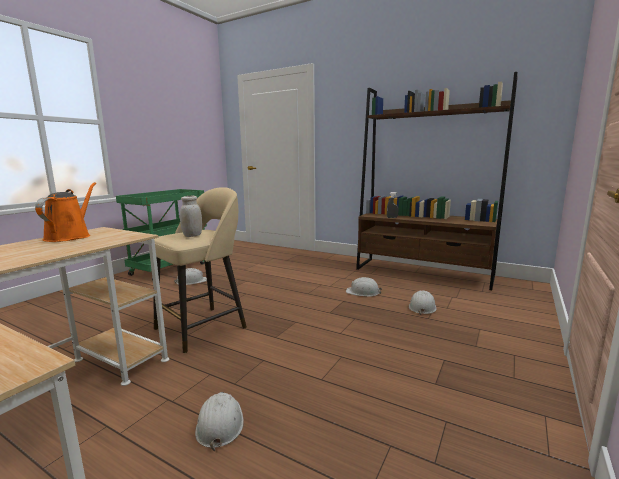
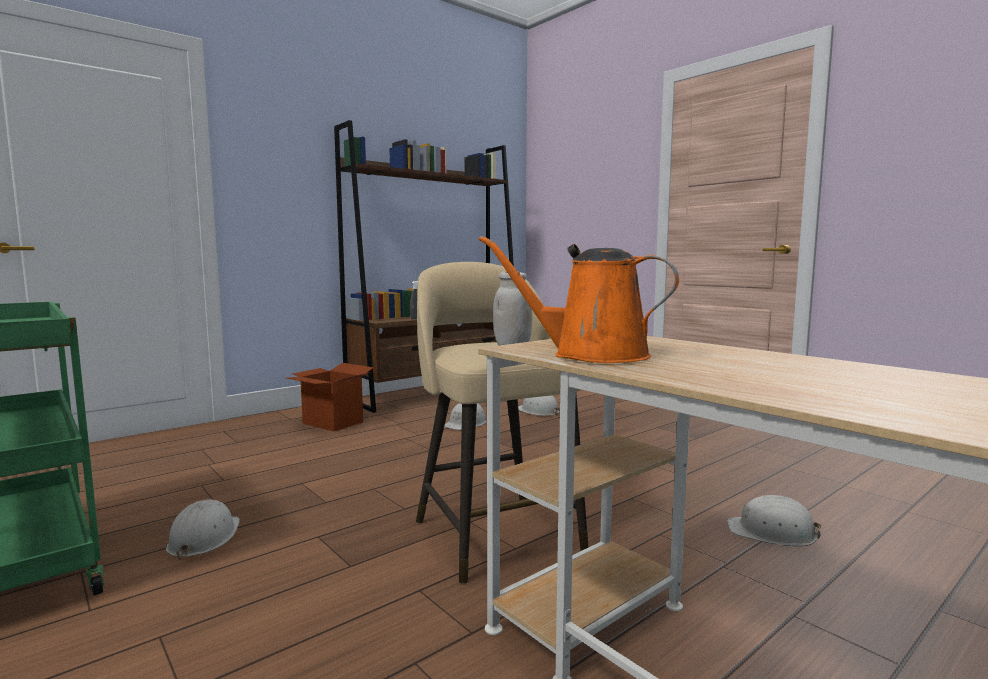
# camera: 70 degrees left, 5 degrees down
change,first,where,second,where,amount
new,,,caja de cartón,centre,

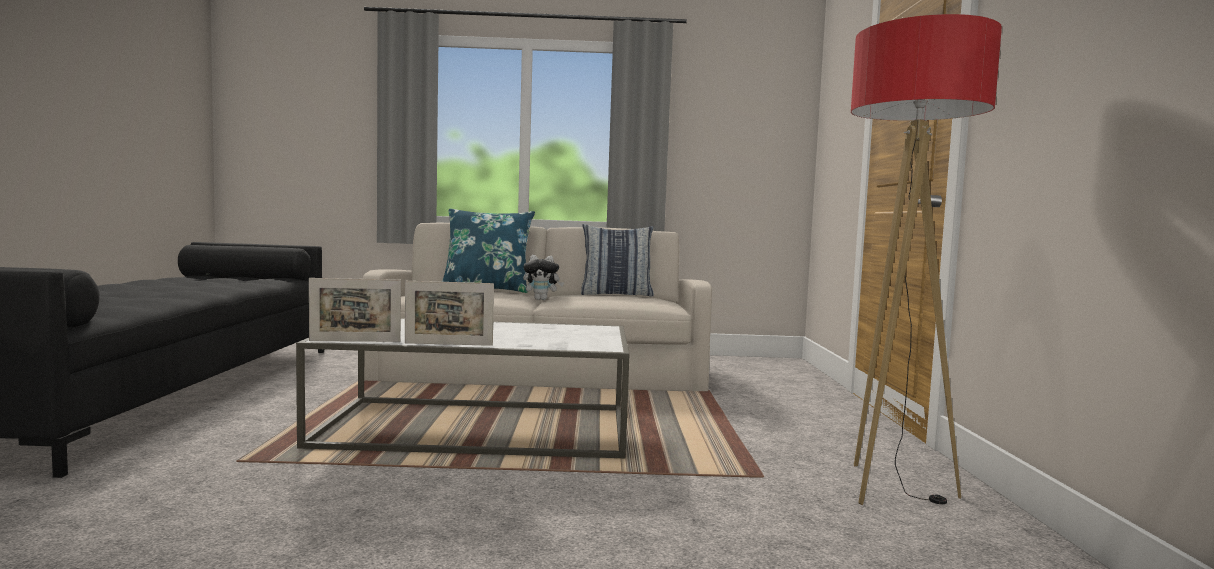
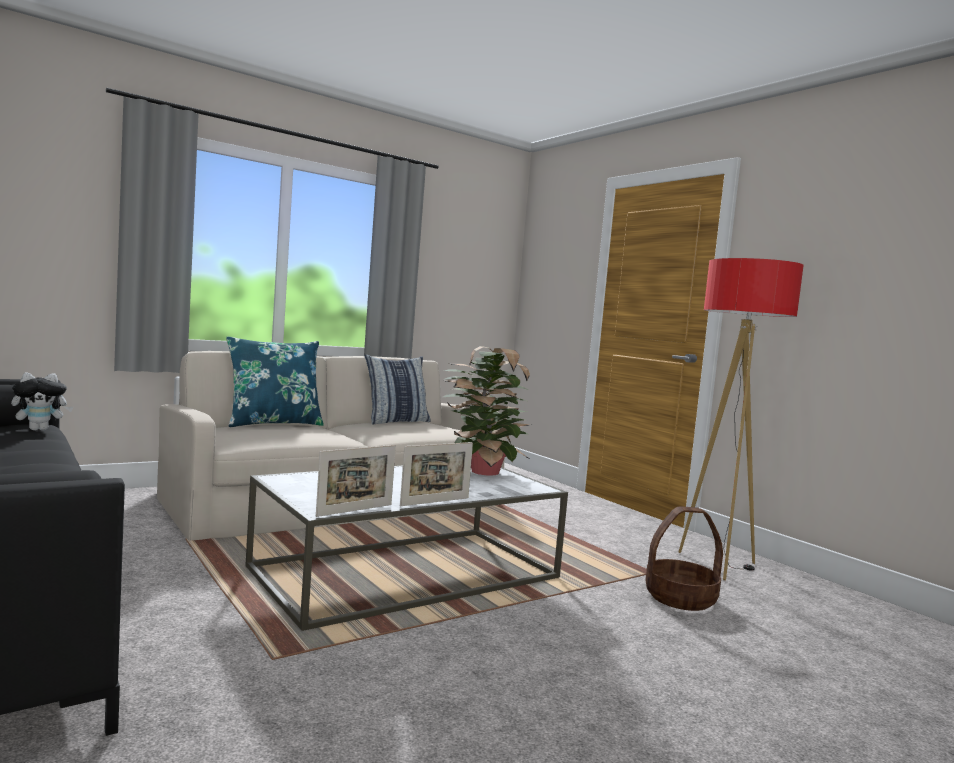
# camera: 35 degrees left, 0 degrees up
change,first,where,second,where,amount
new,,,planta en maceta,centre,
new,,,cesta,bottom right,
shifted,peluche,centre,,middle left,

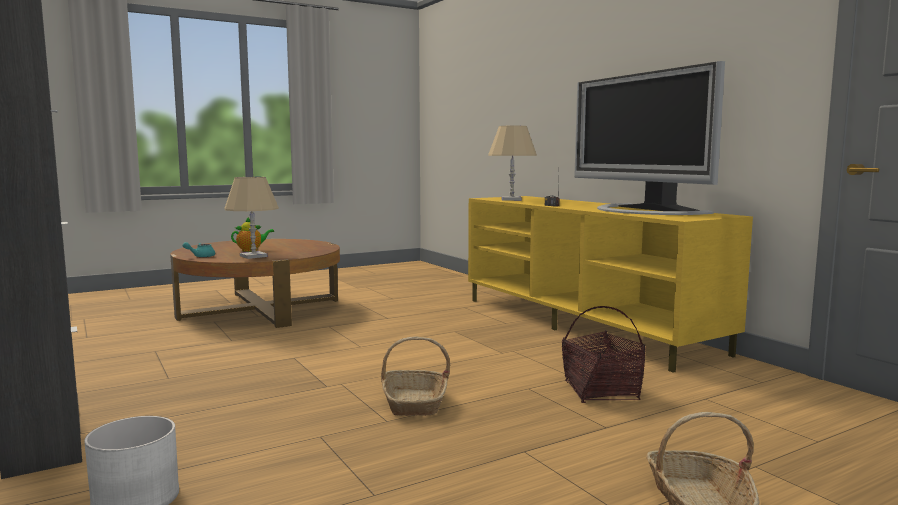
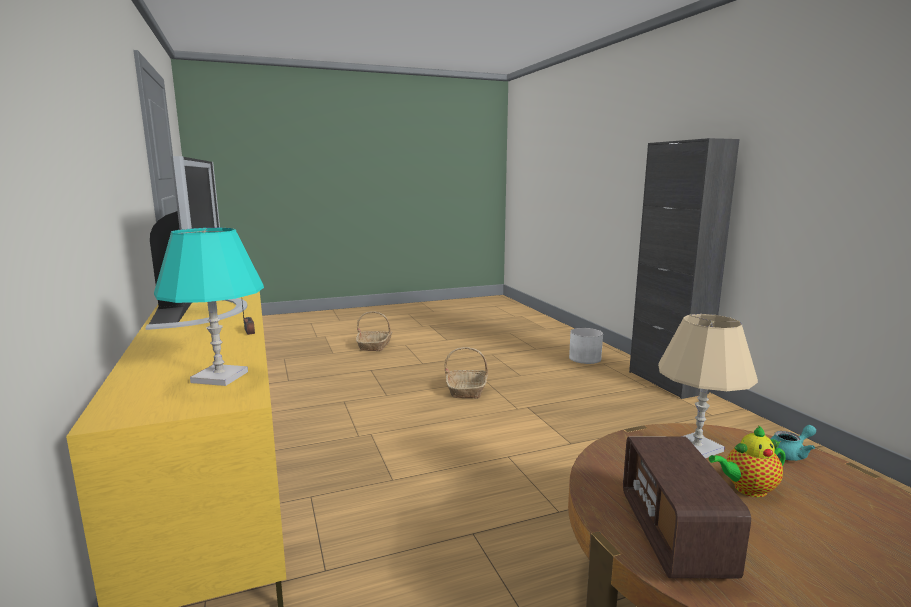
# camera: 170 degrees left, 5 degrees up
change,first,where,second,where,amount
gone,cesta (no. 2 from left),bottom right,,,
new,,,radio (no. 2 from left),bottom right,
repainted,lámpara de mesa/beis (no. 2 from left),top centre,lámpara de mesa/turquesa,middle left,

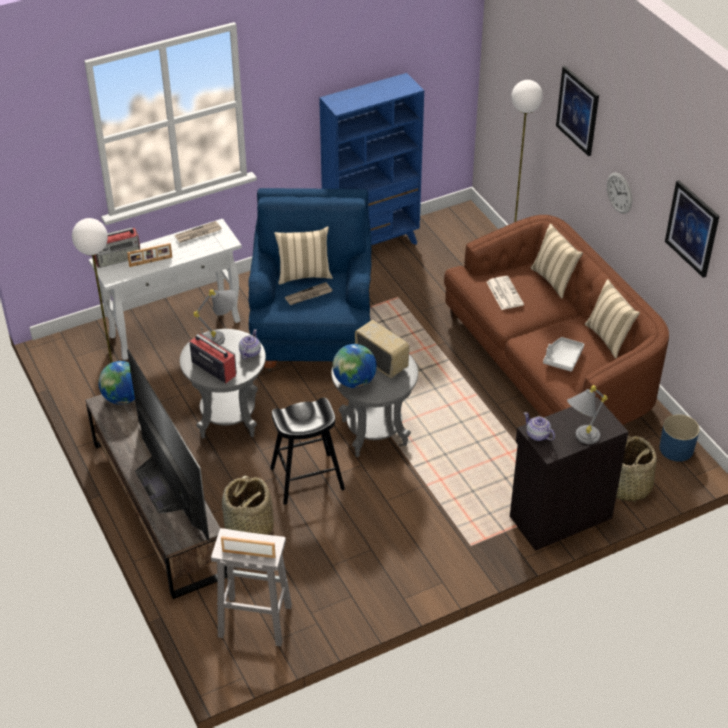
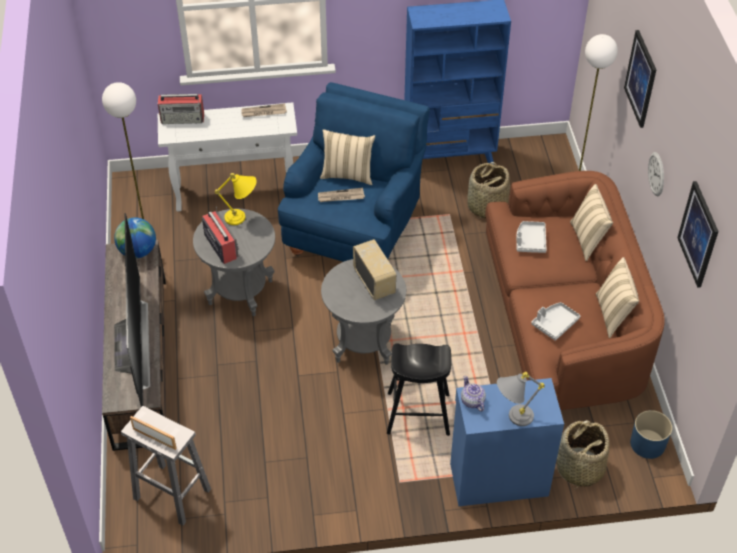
# camera: 20 degrees right, 5 degrees up
change,first,where,second,where,amount
gone,portarretratos (no. 1 from left),middle left,,,
gone,tetera (no. 1 from left),centre,,,
gone,globo terráqueo (no. 2 from left),centre,,,
shifted,cesta (no. 1 from left),bottom centre,,centre,
shifted,taburete/negro,centre,,bottom centre,
swapped,periódico (no. 3 from left),middle right,bandeja/gris (no. 1 from left),middle right,
repainted,lámpara de mesa/gris (no. 1 from left),middle left,lámpara de mesa/amarillo,middle left,
repainted,armario/negro,middle right,armario/azul,bottom right,

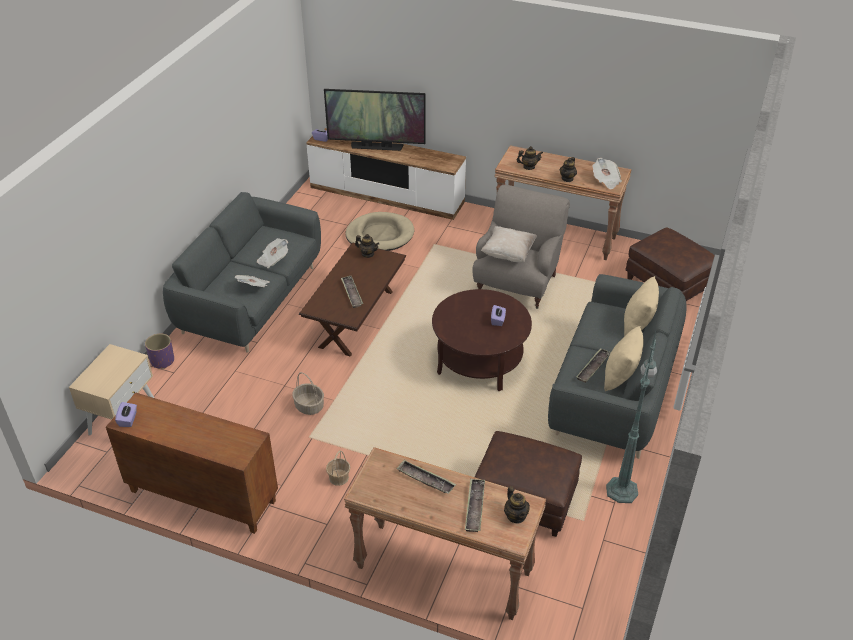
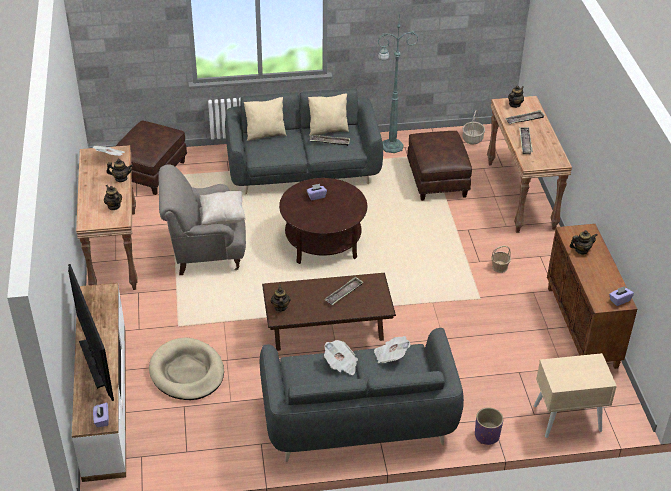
# camera: 120 degrees left, 0 degrees up
change,first,where,second,where,amount
new,,,tetera (no. 5 from left),middle right,
shifted,cesta (no. 1 from left),centre,,top right,

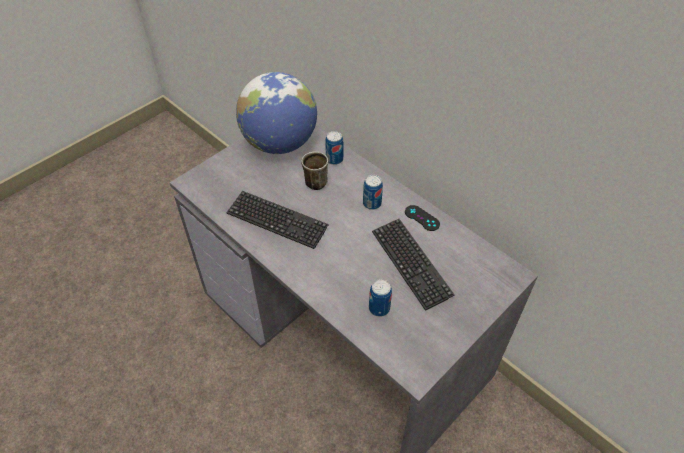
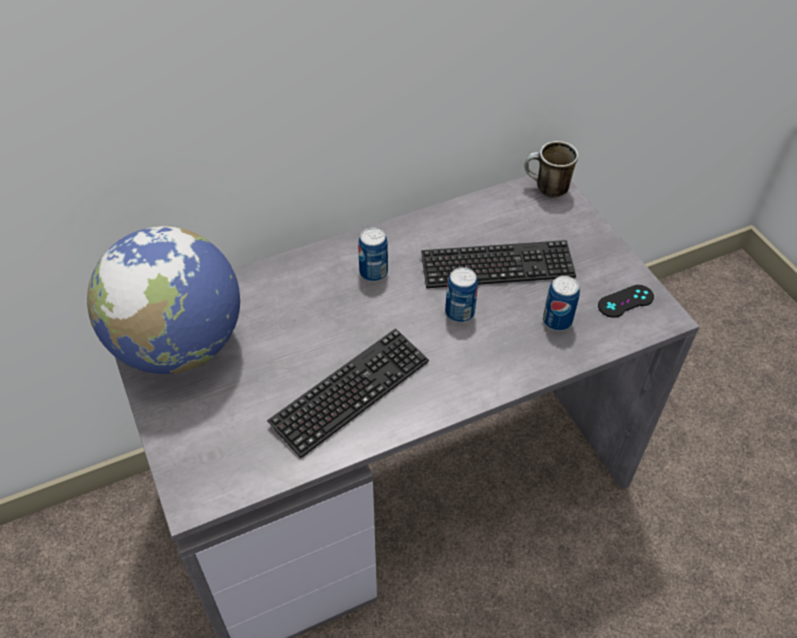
# camera: 70 degrees left, 0 degrees up
change,first,where,second,where,amount
shifted,taza grande,centre,,top right,
shifted,lata (no. 1 from left in the first image),top centre,lata (no. 2 from left),centre,
shifted,mando de consola/negro,centre,,middle right,

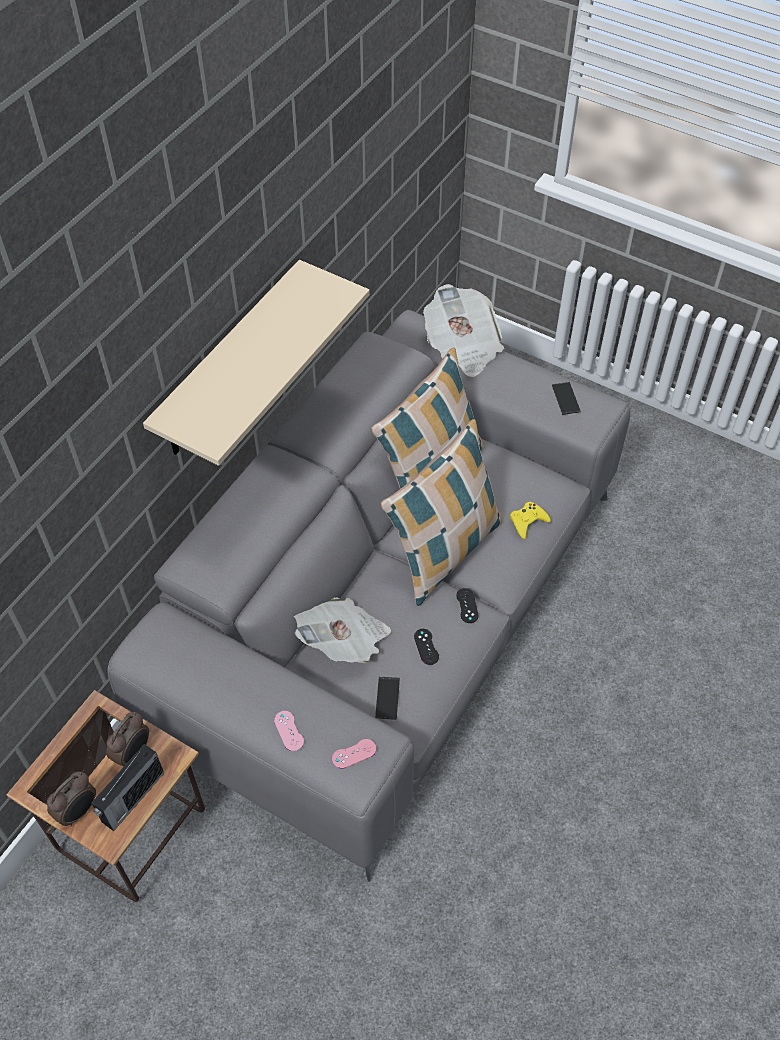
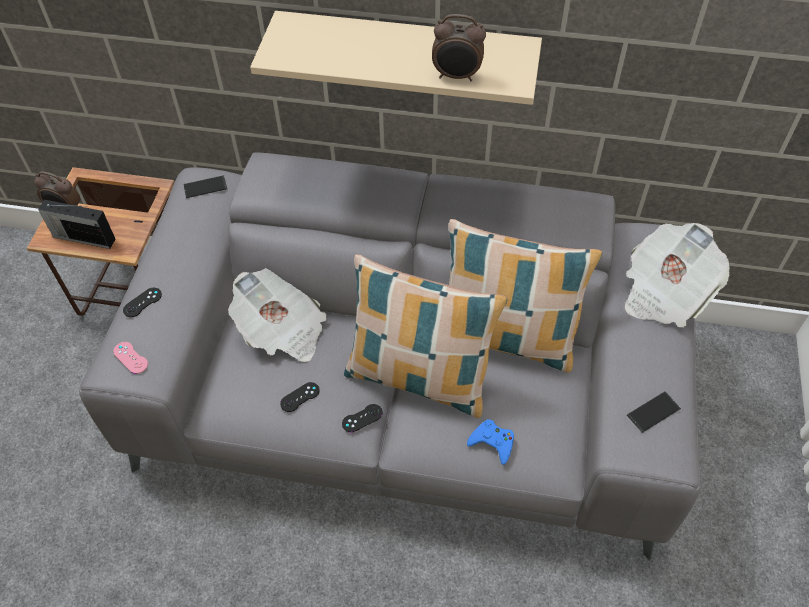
# camera: 70 degrees right, 0 degrees up
change,first,where,second,where,amount
shifted,despertador (no. 2 from left),bottom left,,top centre,
shifted,móvil (no. 1 from left),bottom centre,,top left,
repainted,mando de consola/rosa (no. 1 from left),bottom centre,mando de consola/negro (no. 1 from left),middle left,
repainted,mando de consola/amarillo,middle right,mando de consola/azul,bottom centre,

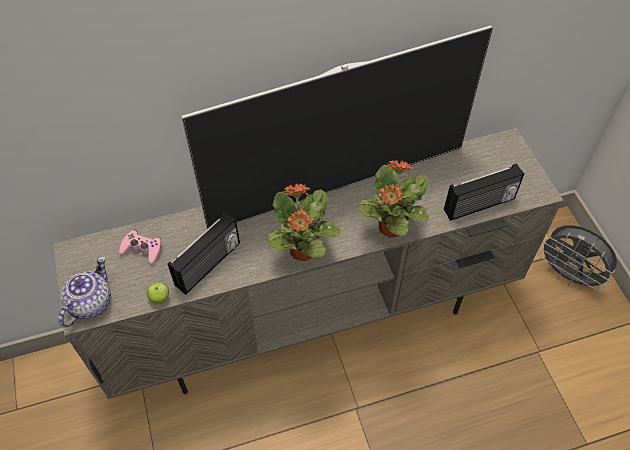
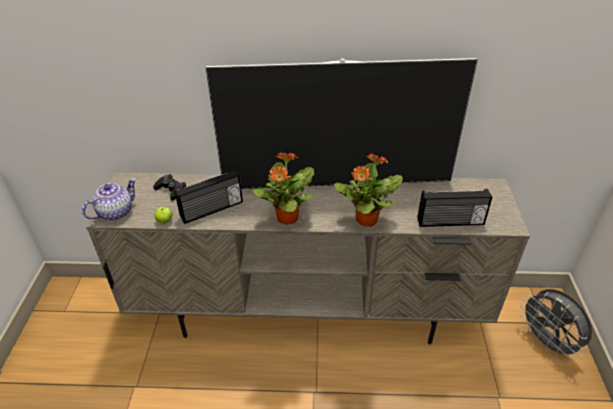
# camera: 20 degrees right, 15 degrees down
change,first,where,second,where,amount
repainted,mando de consola/rosa,middle left,mando de consola/negro,middle left,

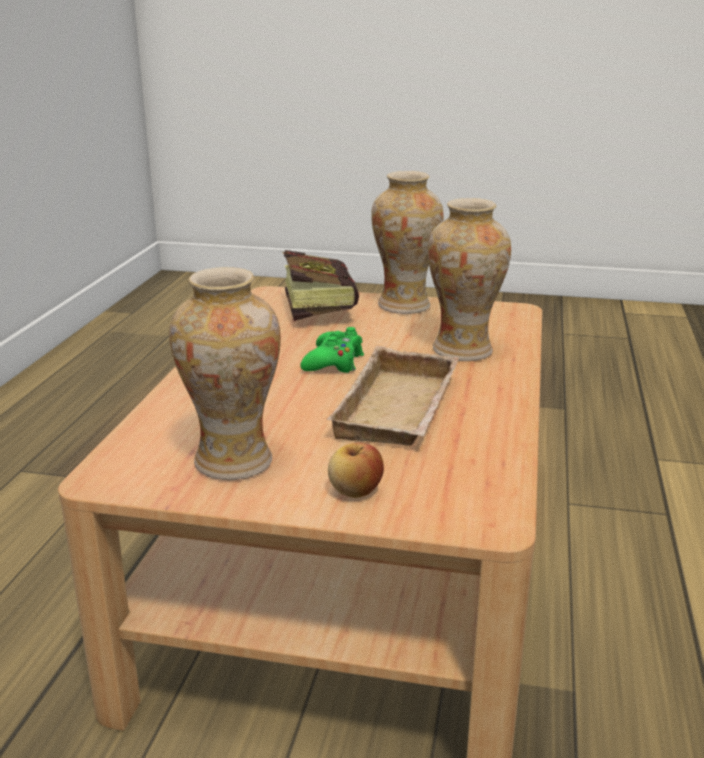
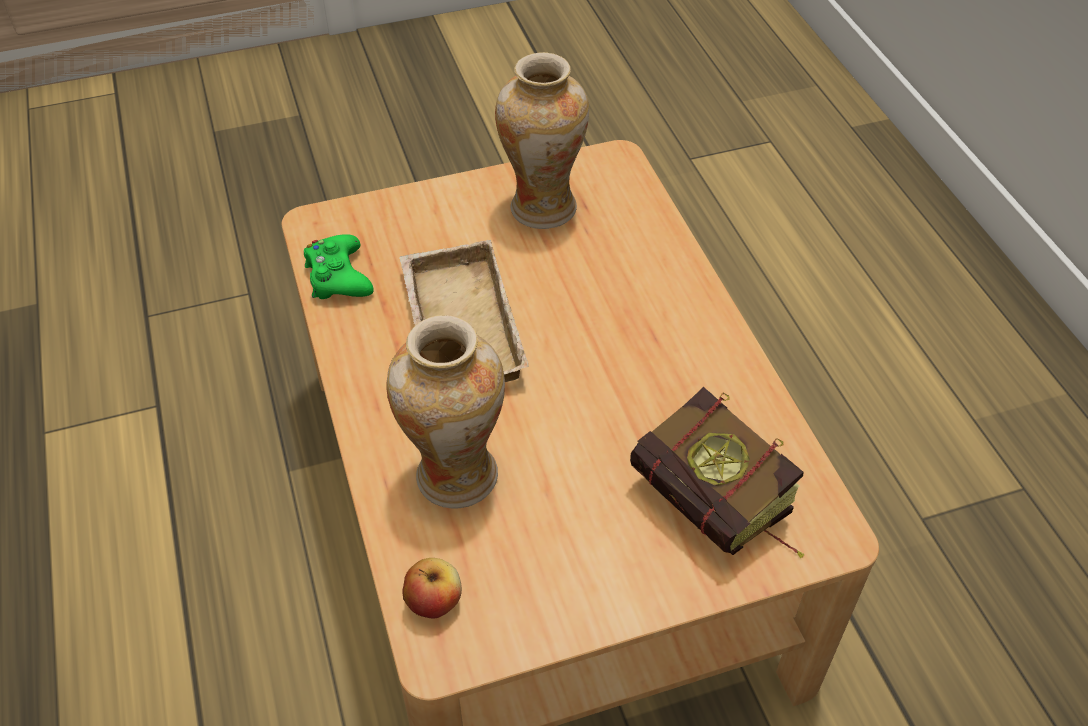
# camera: 150 degrees right, 25 degrees up
change,first,where,second,where,amount
gone,florero (no. 2 from left),top centre,,,
shifted,mando de consola/verde,centre,,middle left,
shifted,manzana,centre,,bottom centre,

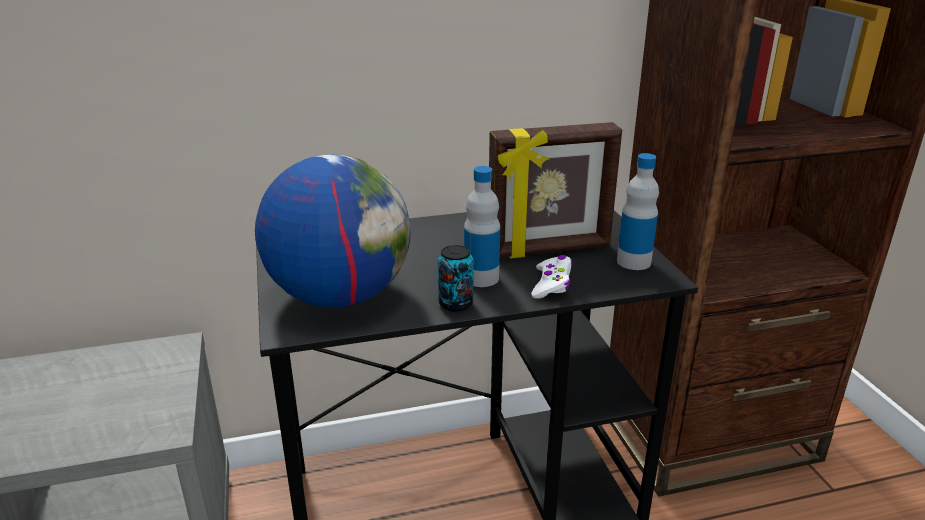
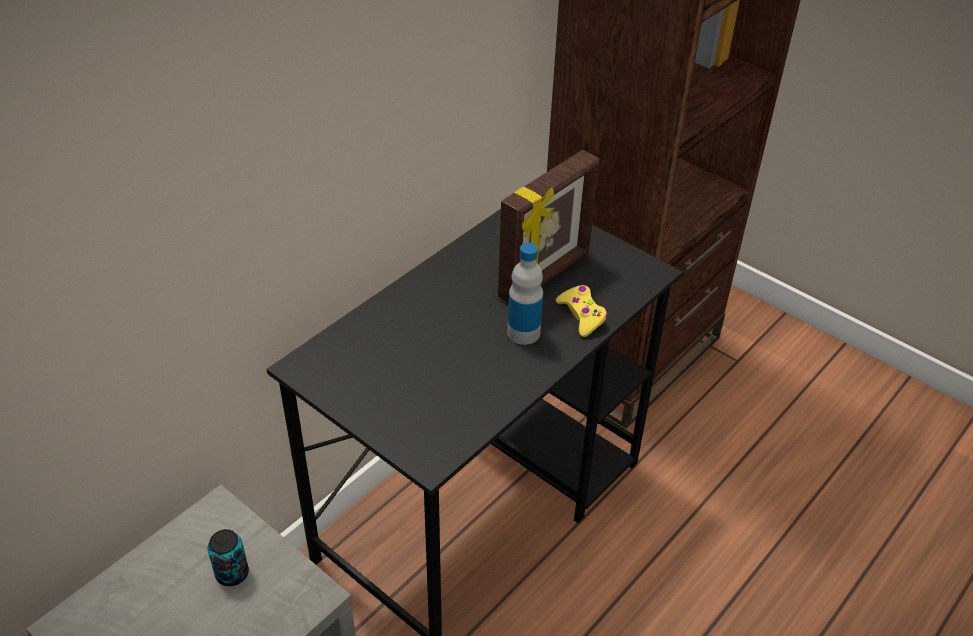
# camera: 35 degrees left, 15 degrees up
change,first,where,second,where,amount
gone,globo terráqueo,centre,,,
gone,botella (no. 2 from left),middle right,,,
shifted,lata,centre,,bottom left,
repainted,mando de consola/blanco,centre,mando de consola/amarillo,centre,

